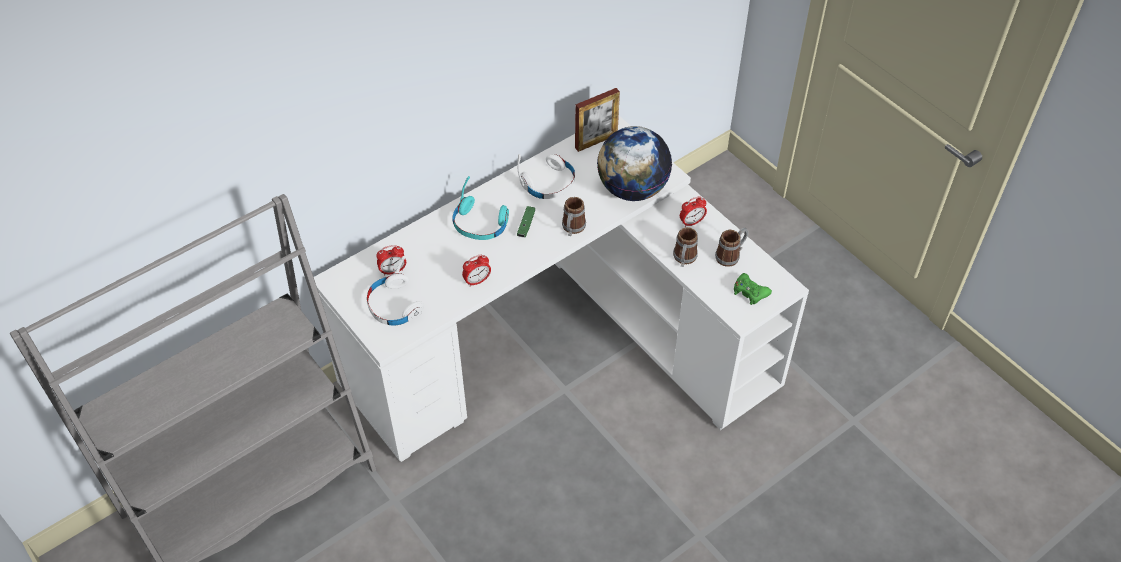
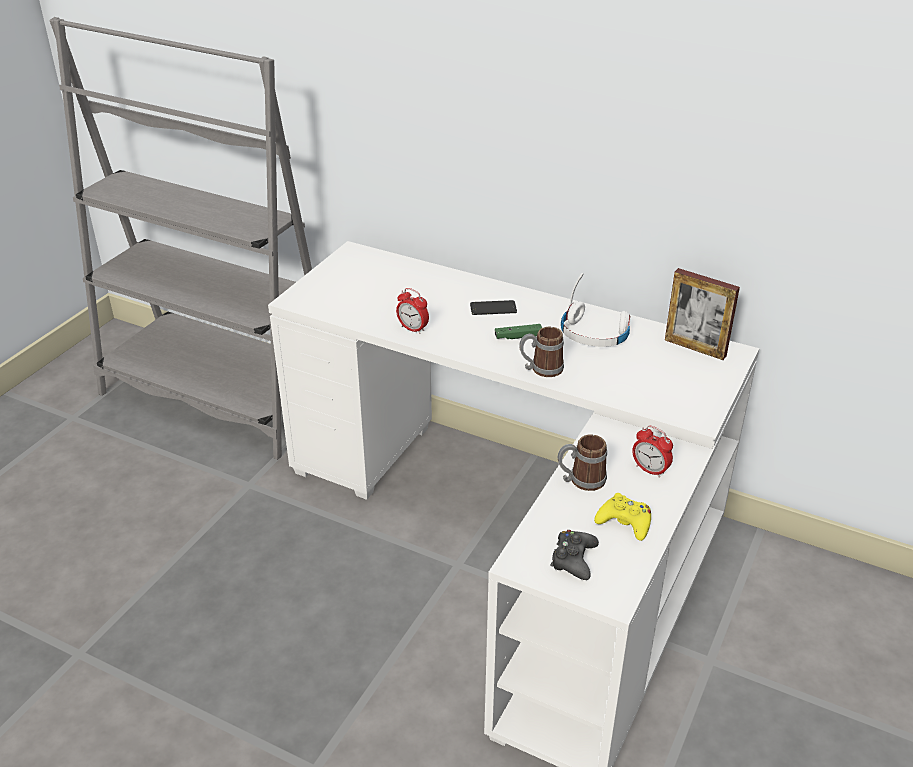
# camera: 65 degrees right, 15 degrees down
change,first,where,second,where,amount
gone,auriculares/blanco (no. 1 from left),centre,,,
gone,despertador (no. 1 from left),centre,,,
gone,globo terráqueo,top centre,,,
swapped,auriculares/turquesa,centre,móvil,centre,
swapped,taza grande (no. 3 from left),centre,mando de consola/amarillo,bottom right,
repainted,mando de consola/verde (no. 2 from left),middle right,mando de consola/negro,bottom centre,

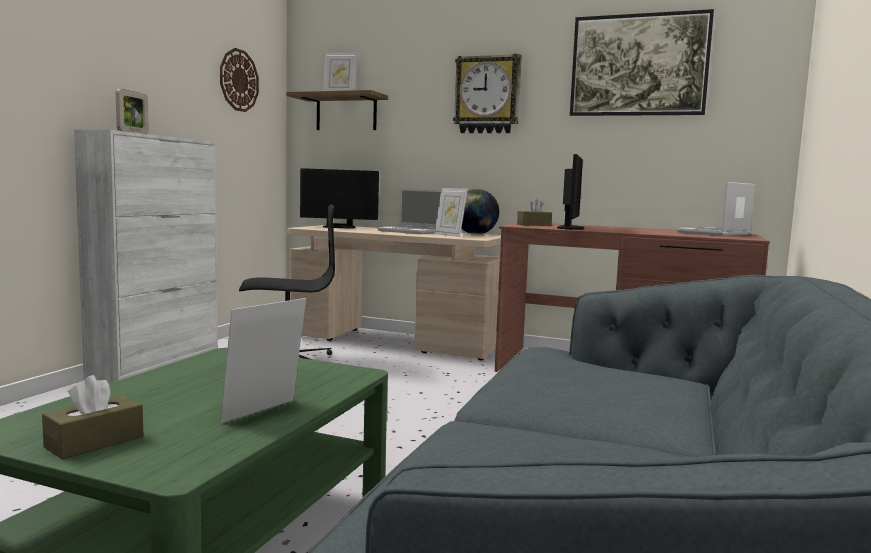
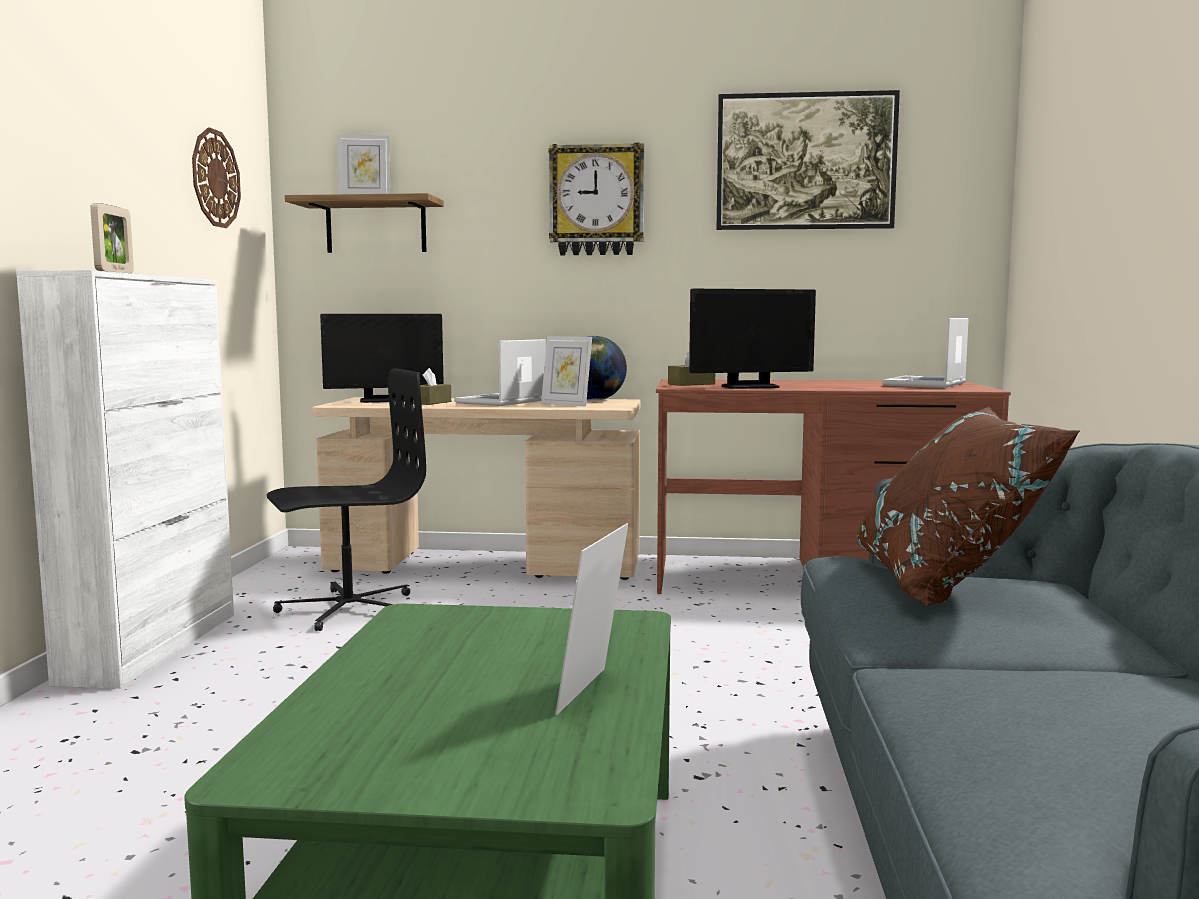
# camera: 15 degrees left, 0 degrees up
change,first,where,second,where,amount
new,,,cojín/marrón,middle right,
shifted,caja de pañuelos/marrón (no. 1 from left),bottom left,,centre,
rotated,portátil (no. 1 from left),centre,,centre,105 degrees clockwise
rotated,monitor (no. 2 from left),centre,,centre,75 degrees clockwise

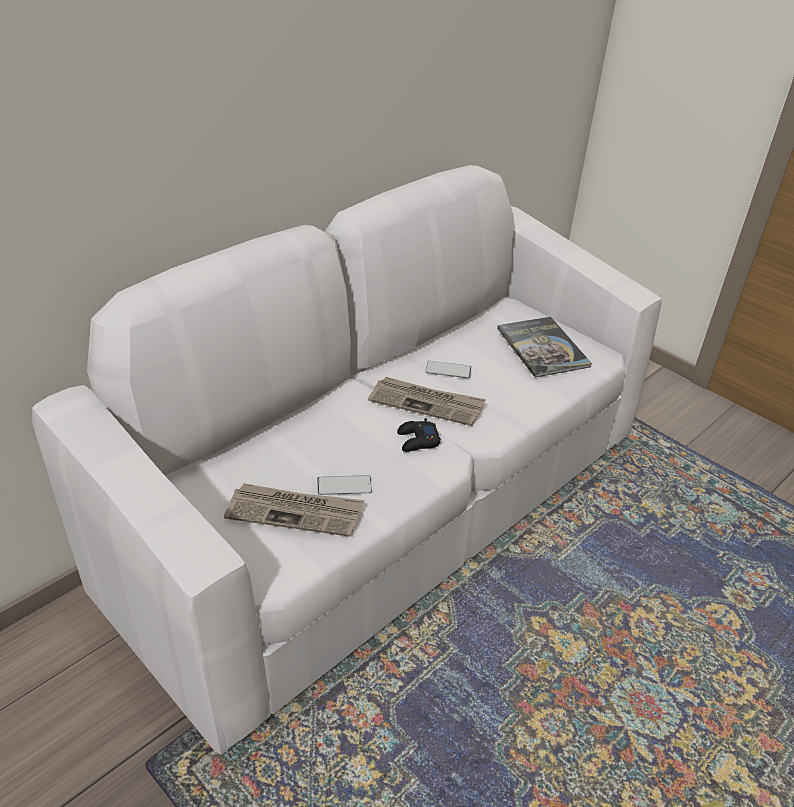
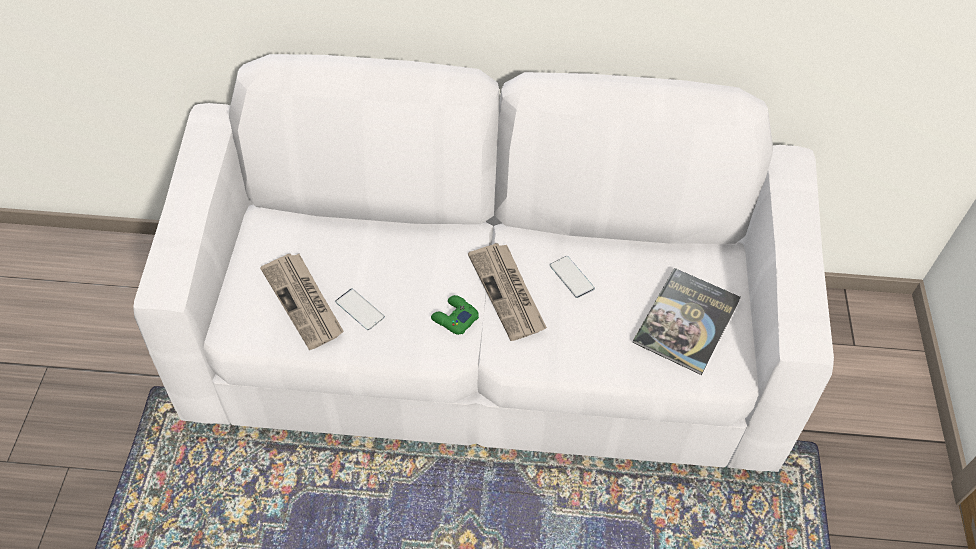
# camera: 50 degrees right, 15 degrees up
change,first,where,second,where,amount
repainted,mando de consola/negro,centre,mando de consola/verde,centre,

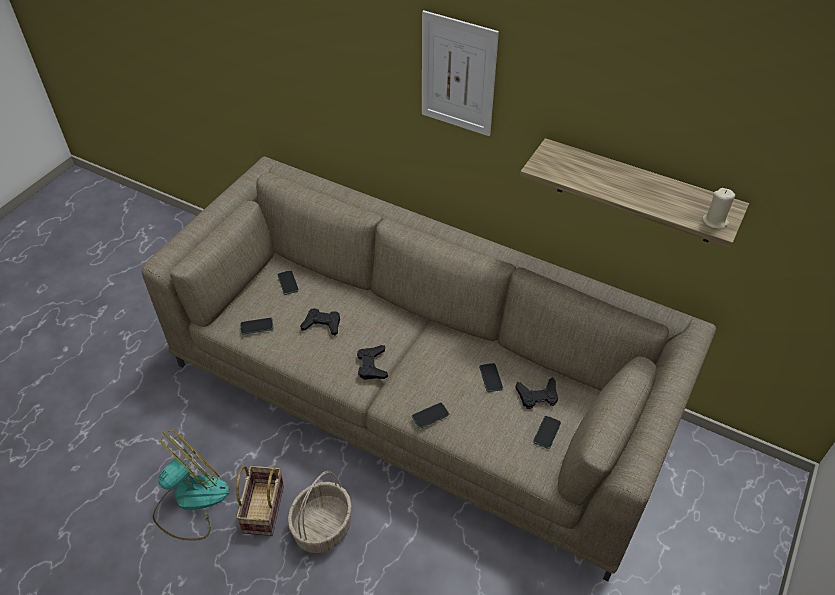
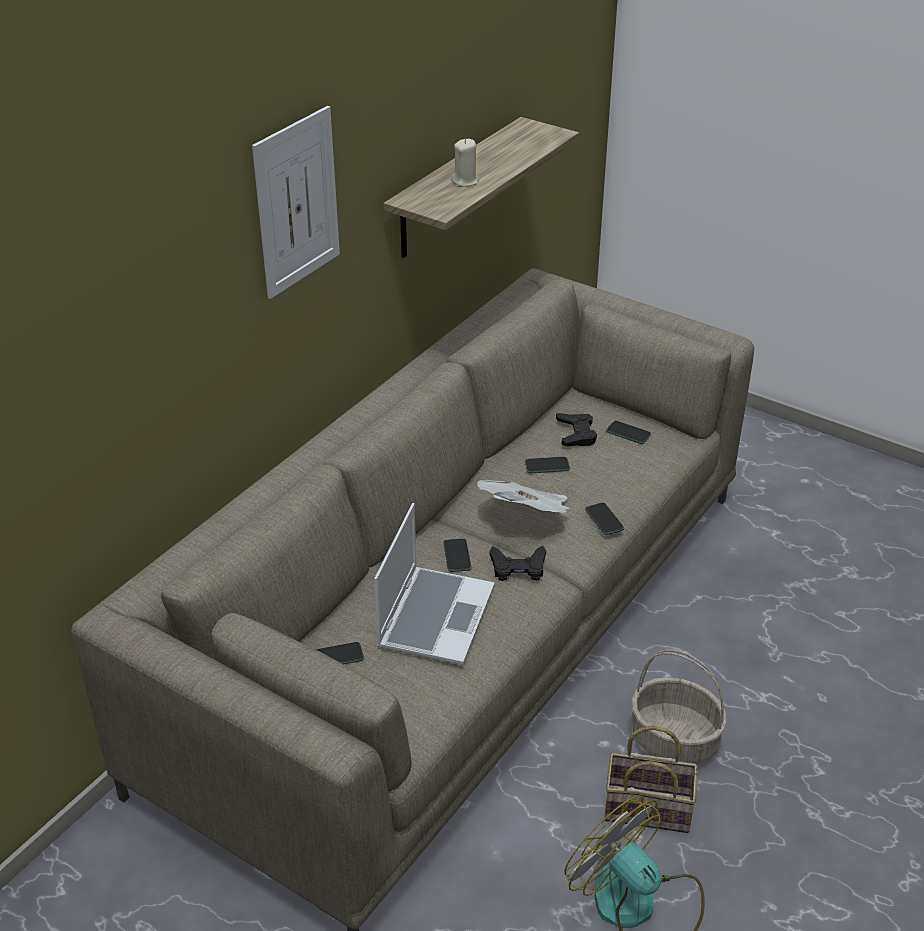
# camera: 85 degrees left, 10 degrees down
change,first,where,second,where,amount
new,,,periódico,centre,
shifted,móvil (no. 1 from left in the first image),middle left,móvil (no. 2 from left),centre,
shifted,vela/beis,middle right,,top centre,
swapped,mando de consola/negro (no. 1 from left),centre,portátil,centre,

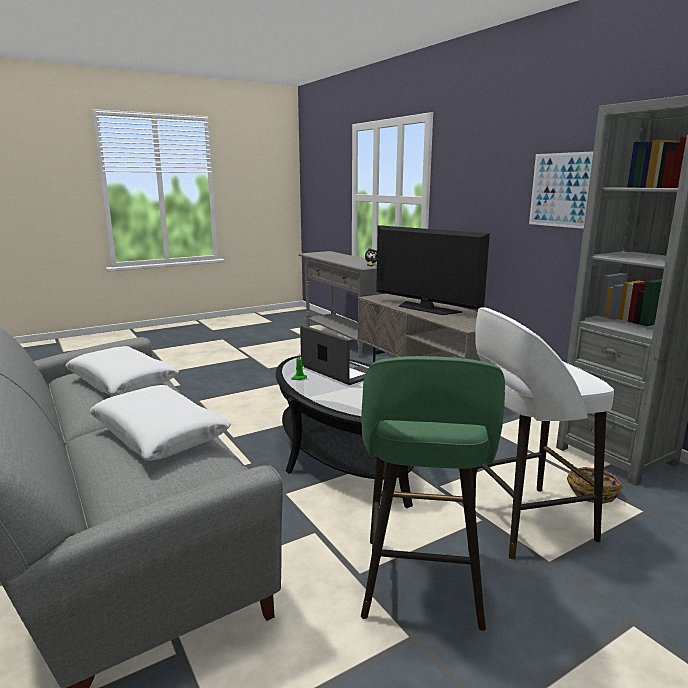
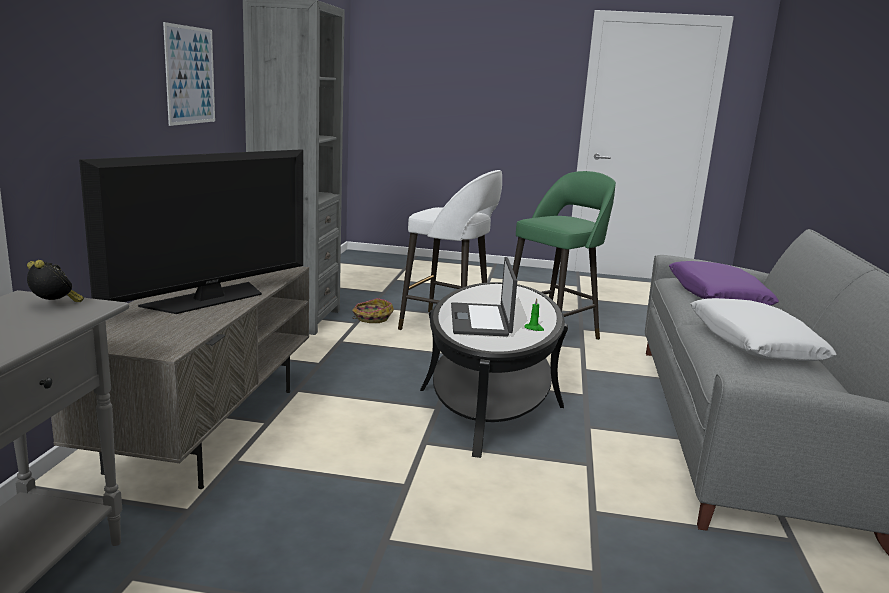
# camera: 140 degrees left, 0 degrees up
change,first,where,second,where,amount
repainted,cojín/blanco (no. 2 from left),middle left,cojín/morado,middle right,
rotated,televisor,centre,,middle left,45 degrees clockwise

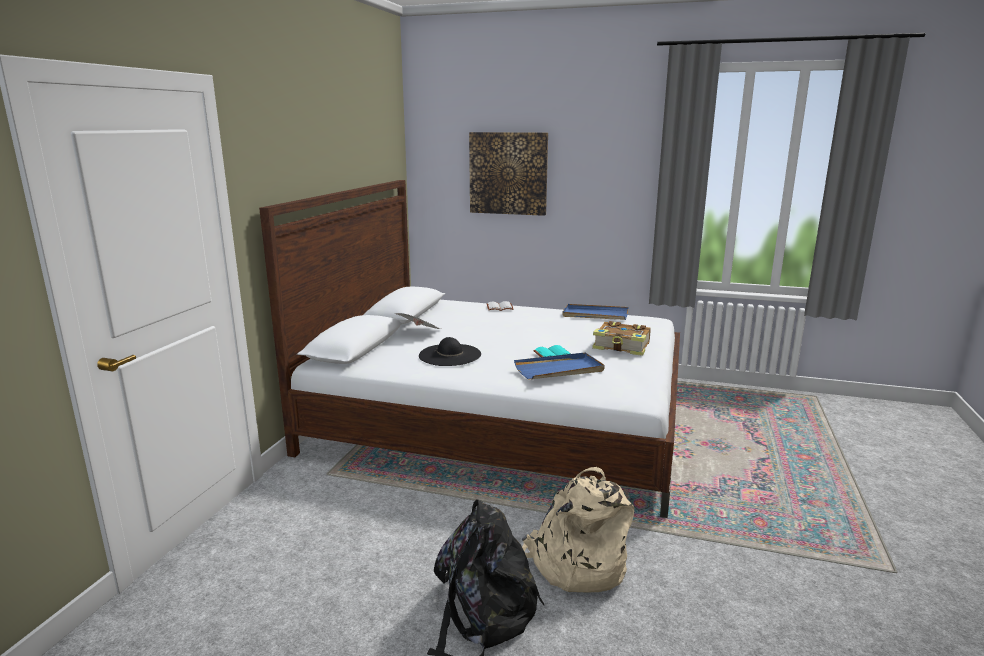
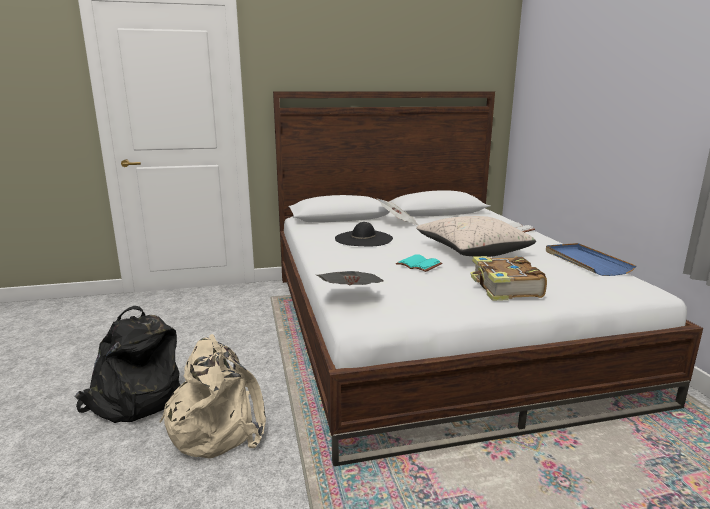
# camera: 60 degrees right, 0 degrees up
change,first,where,second,where,amount
gone,cuadro,top centre,,,
gone,bandeja/azul (no. 1 from left),centre,,,
new,,,periódico (no. 1 from left),centre,
new,,,cojín/beis,middle right,

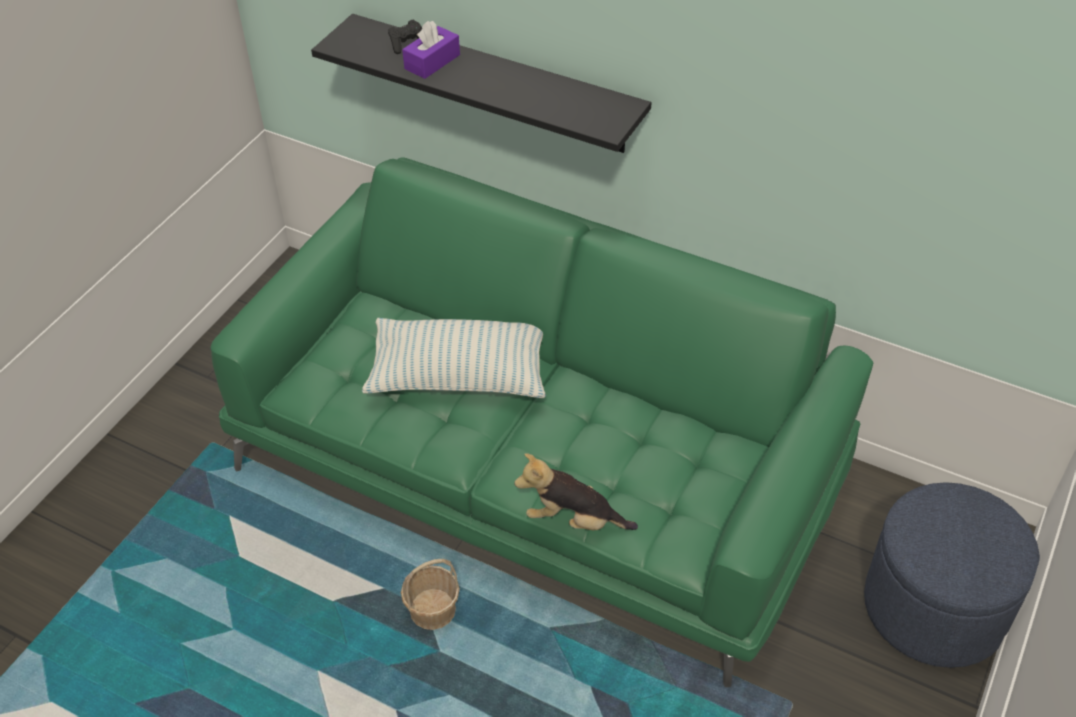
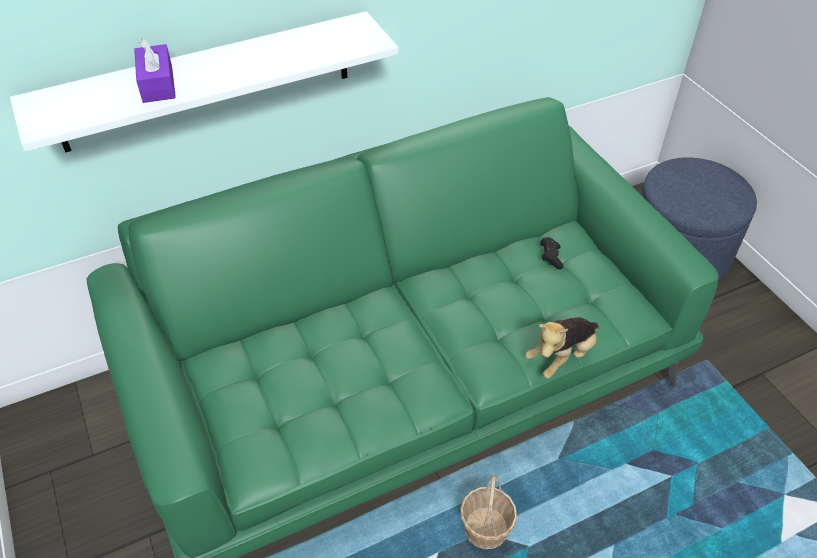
# camera: 55 degrees left, 0 degrees up
change,first,where,second,where,amount
gone,cojín,centre,,,
shifted,mando de consola/negro,top centre,,middle right,
repainted,estante/negro,top centre,estante/blanco,top left,

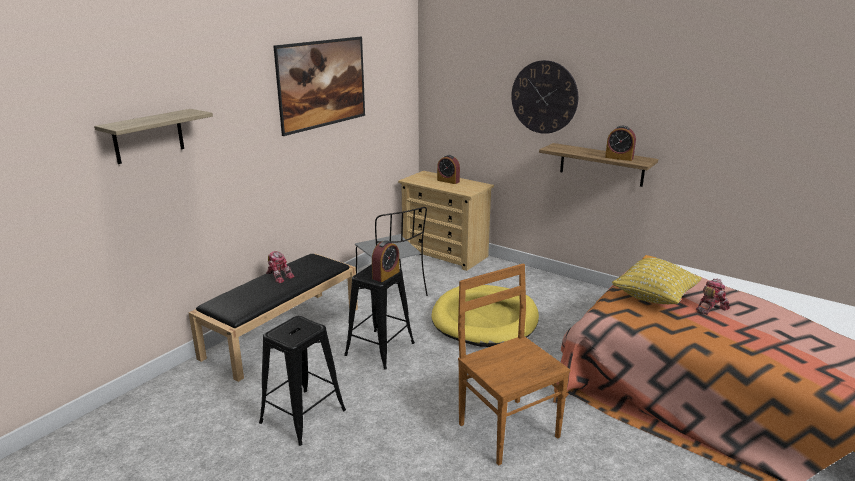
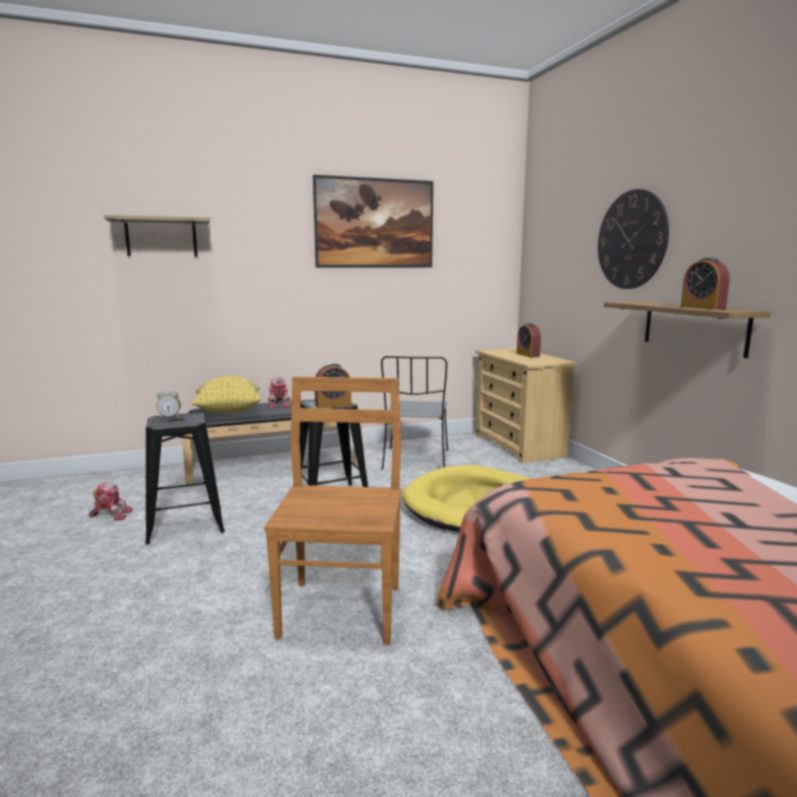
# camera: 35 degrees right, 10 degrees down
change,first,where,second,where,amount
new,,,despertador (no. 1 from left),middle left,
shifted,cojín/amarillo,middle right,,middle left,
shifted,robot de juguete (no. 2 from left in the first image),middle right,robot de juguete (no. 1 from left),middle left,

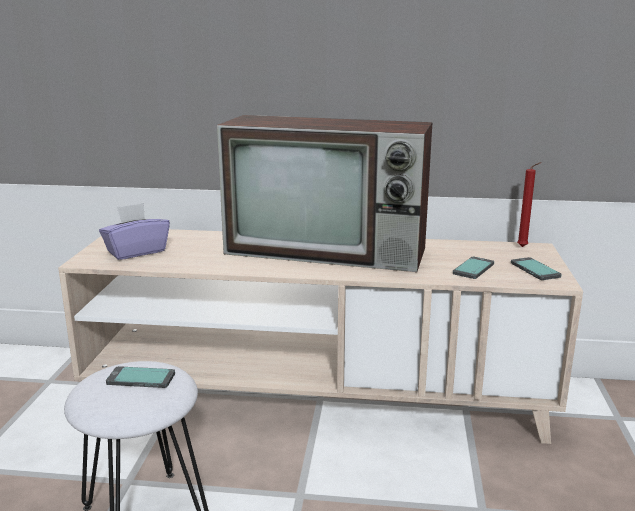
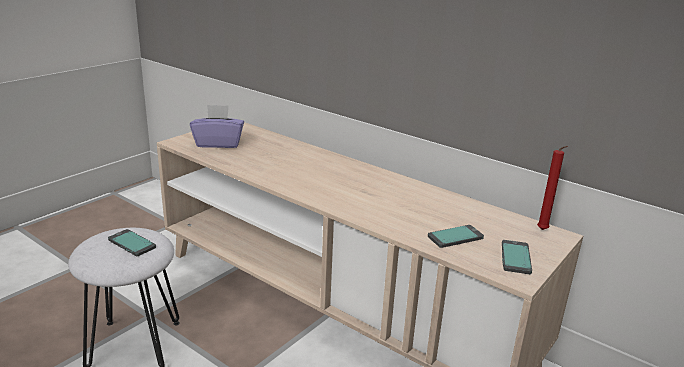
# camera: 30 degrees right, 5 degrees up
change,first,where,second,where,amount
gone,televisor,centre,,,

